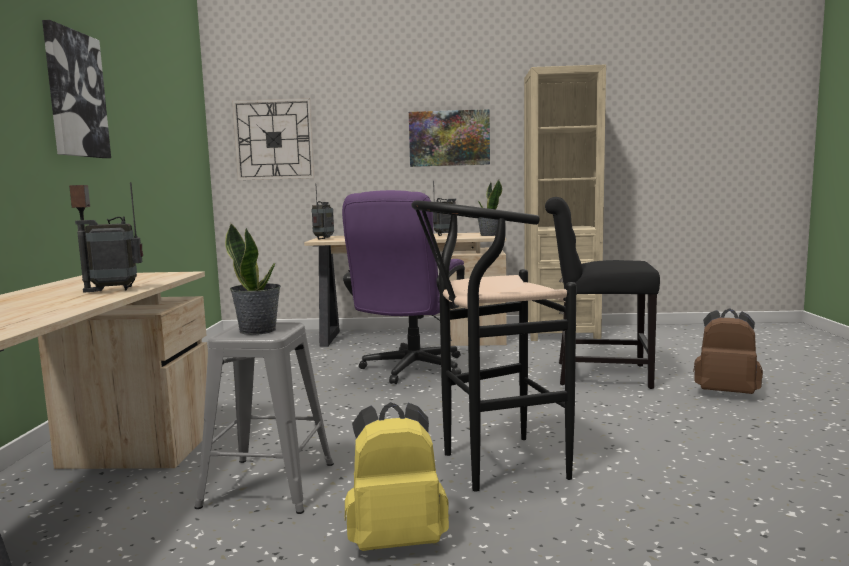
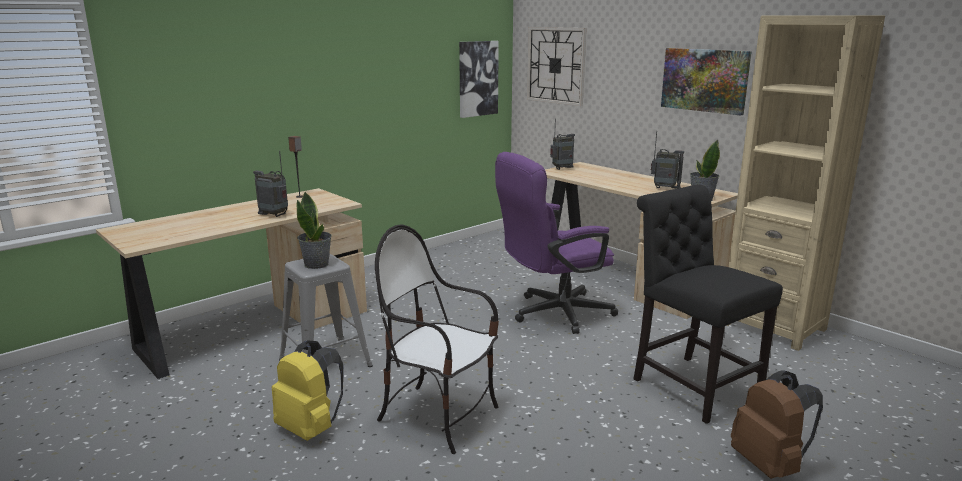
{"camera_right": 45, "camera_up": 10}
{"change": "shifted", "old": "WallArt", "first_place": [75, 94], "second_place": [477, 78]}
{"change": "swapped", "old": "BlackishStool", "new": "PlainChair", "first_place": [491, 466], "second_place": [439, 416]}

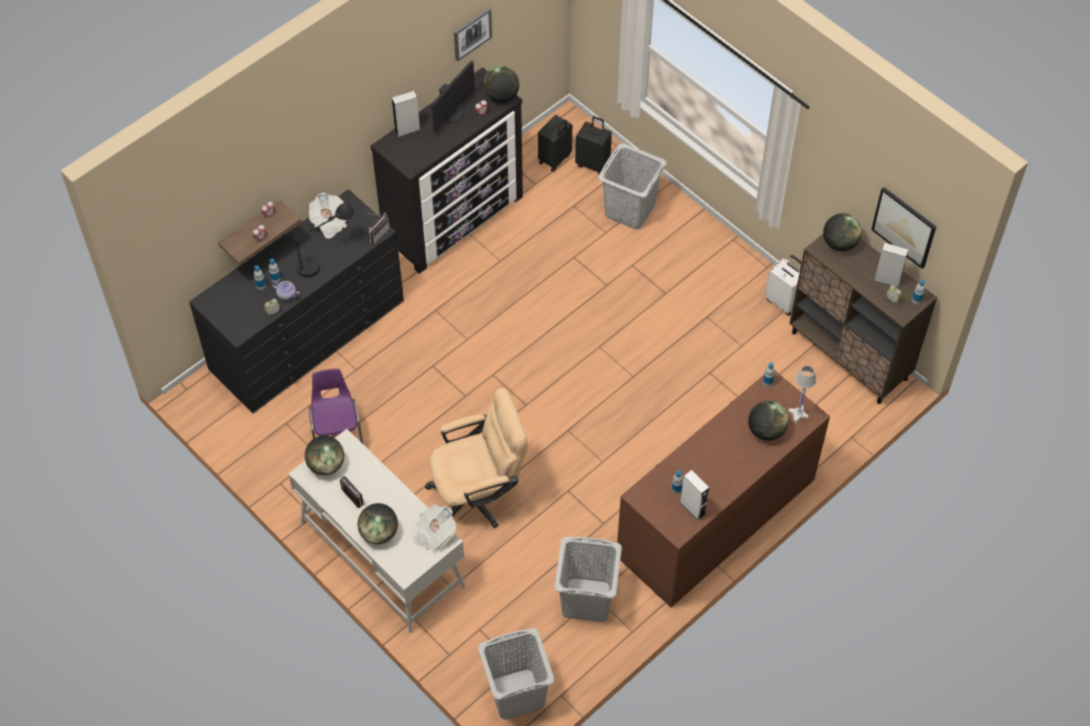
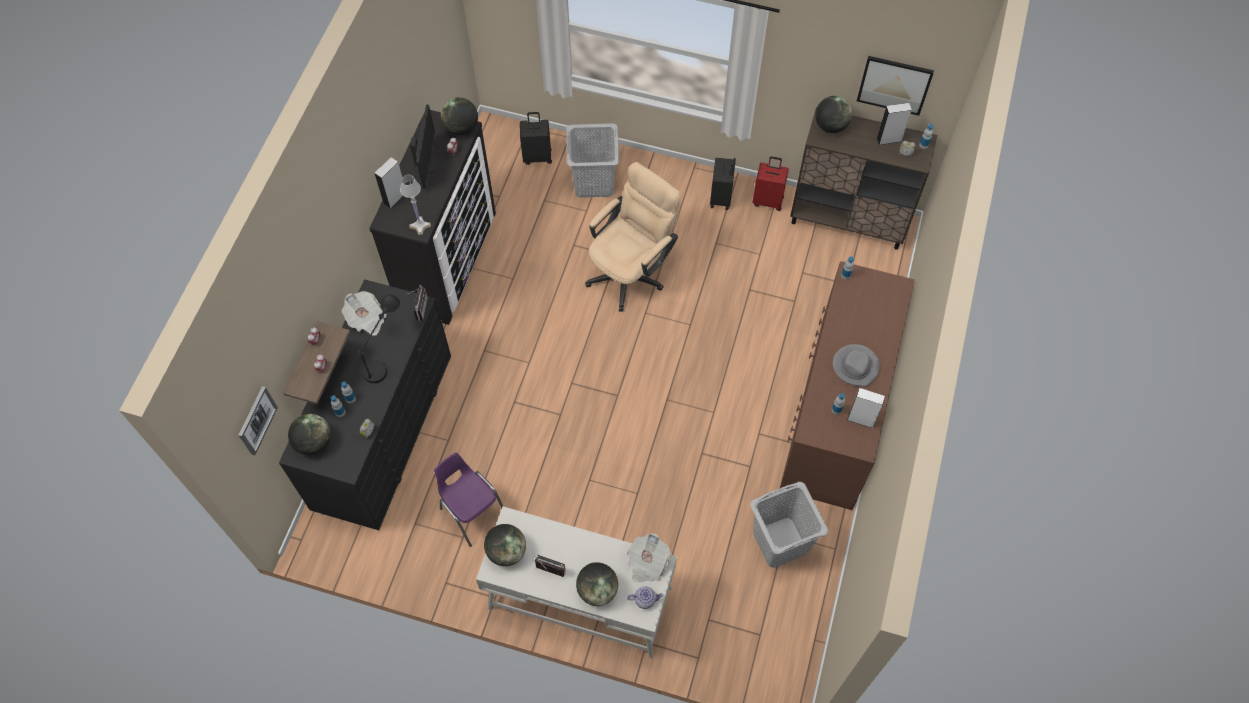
{"camera_right": -30, "camera_up": 5}
{"change": "shifted", "old": "TeaPot", "first_place": [287, 295], "second_place": [645, 599]}
{"change": "shifted", "old": "BeigeColouredOfficeChair", "first_place": [479, 494], "second_place": [631, 271]}
{"change": "shifted", "old": "WallArt", "first_place": [472, 33], "second_place": [256, 420]}
{"change": "gone", "old": "GreyishLaundryBasket", "first_place": [517, 693]}
{"change": "shifted", "old": "BlackishTravelCase", "first_place": [555, 159], "second_place": [721, 198]}
{"change": "shifted", "old": "WorldGlobe", "first_place": [766, 431], "second_place": [314, 442]}
{"change": "repainted", "old": "WhiteTravelCase", "new": "RedColouredTravelCase", "first_place": [783, 301], "second_place": [768, 200]}
{"change": "shifted", "old": "WhiteLampForATable", "first_place": [798, 414], "second_place": [420, 226]}
{"change": "new", "new": "GreyishWearableHat", "second_place": [855, 366]}

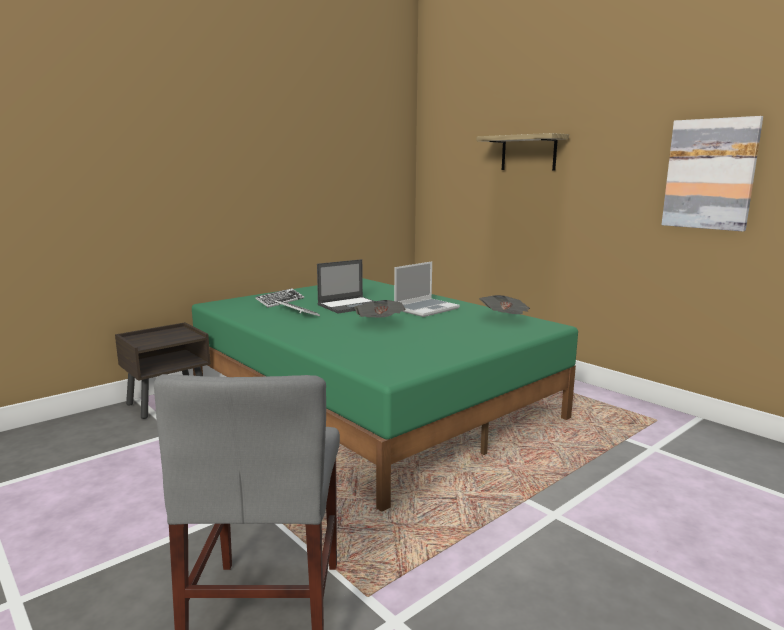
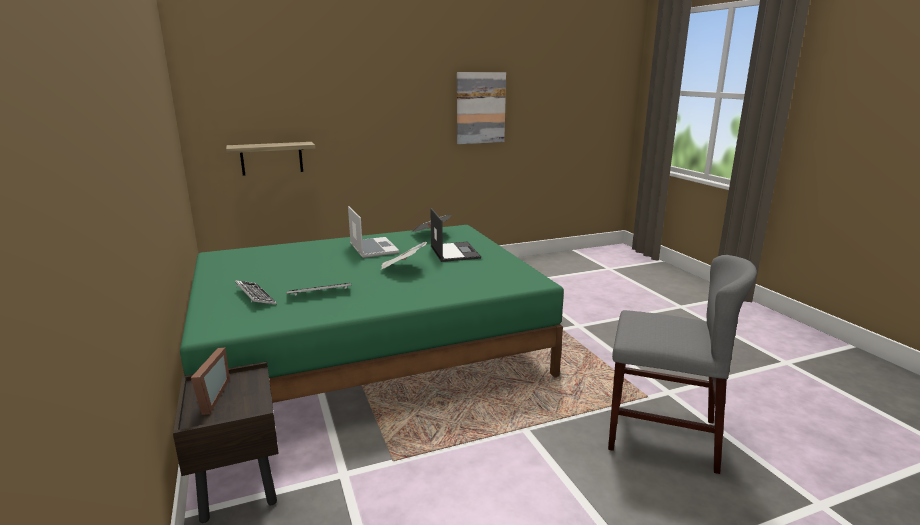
{"camera_right": -70, "camera_up": 5}
{"change": "shifted", "old": "PortableComputer", "first_place": [350, 305], "second_place": [454, 252]}
{"change": "shifted", "old": "BracketShelf", "first_place": [528, 153], "second_place": [271, 158]}
{"change": "new", "new": "PhotoFrame", "second_place": [208, 398]}

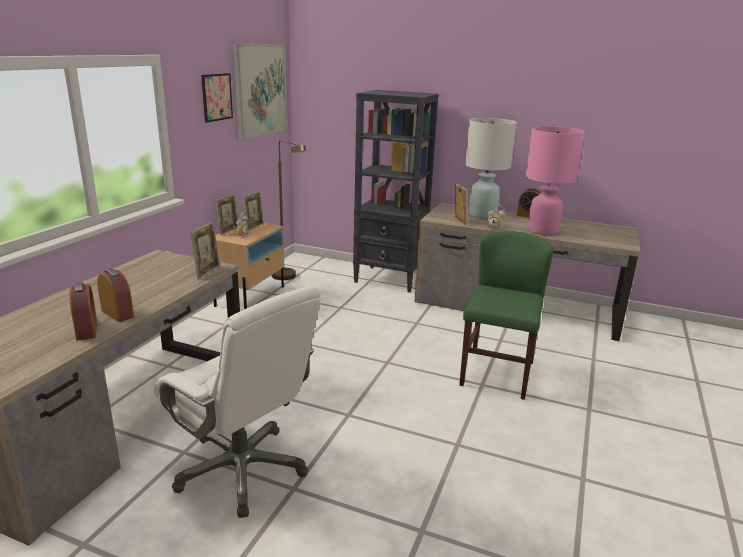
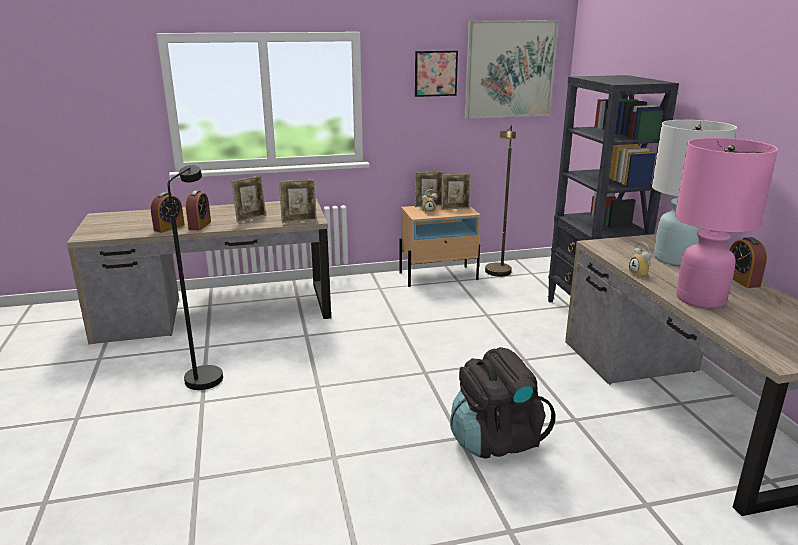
{"camera_right": 55, "camera_up": 0}
{"change": "swapped", "old": "WhiteOfficeChair", "new": "BlackishFloorLamp", "first_place": [242, 469], "second_place": [206, 374]}
{"change": "shifted", "old": "PhotoFrame", "first_place": [459, 221], "second_place": [251, 218]}
{"change": "swapped", "old": "GreenPlainChair", "new": "BlackishRucksack", "first_place": [497, 373], "second_place": [495, 440]}

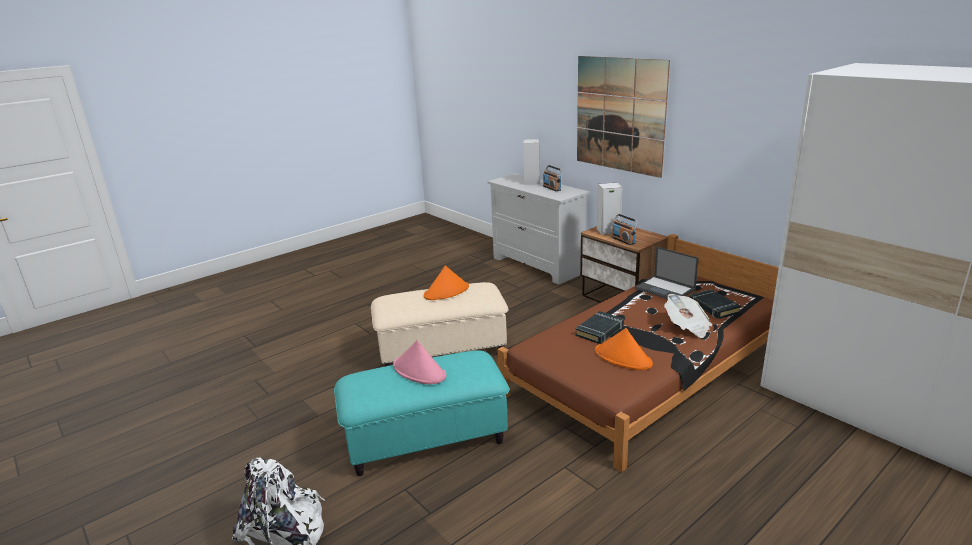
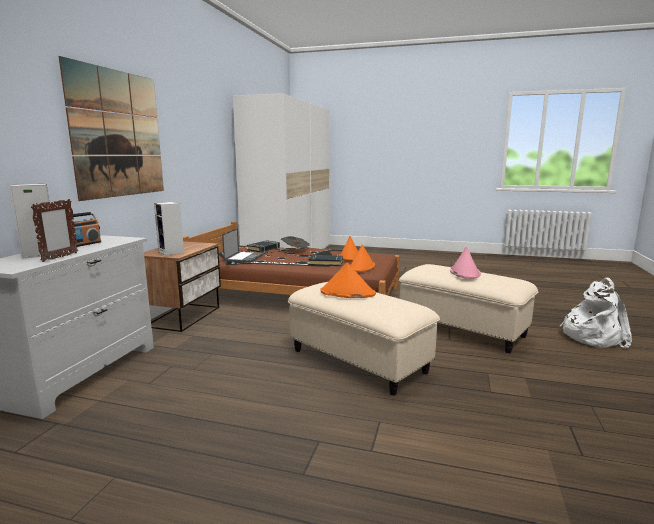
{"camera_right": -125, "camera_up": -10}
{"change": "repainted", "old": "BlueGreenOttoman", "new": "BeigeColouredOttoman", "first_place": [425, 440], "second_place": [462, 330]}
{"change": "gone", "old": "RadioReceiver", "first_place": [623, 240]}
{"change": "new", "new": "PhotoFrame", "second_place": [60, 257]}
{"change": "new", "new": "OrangeWearableHat", "second_place": [361, 267]}

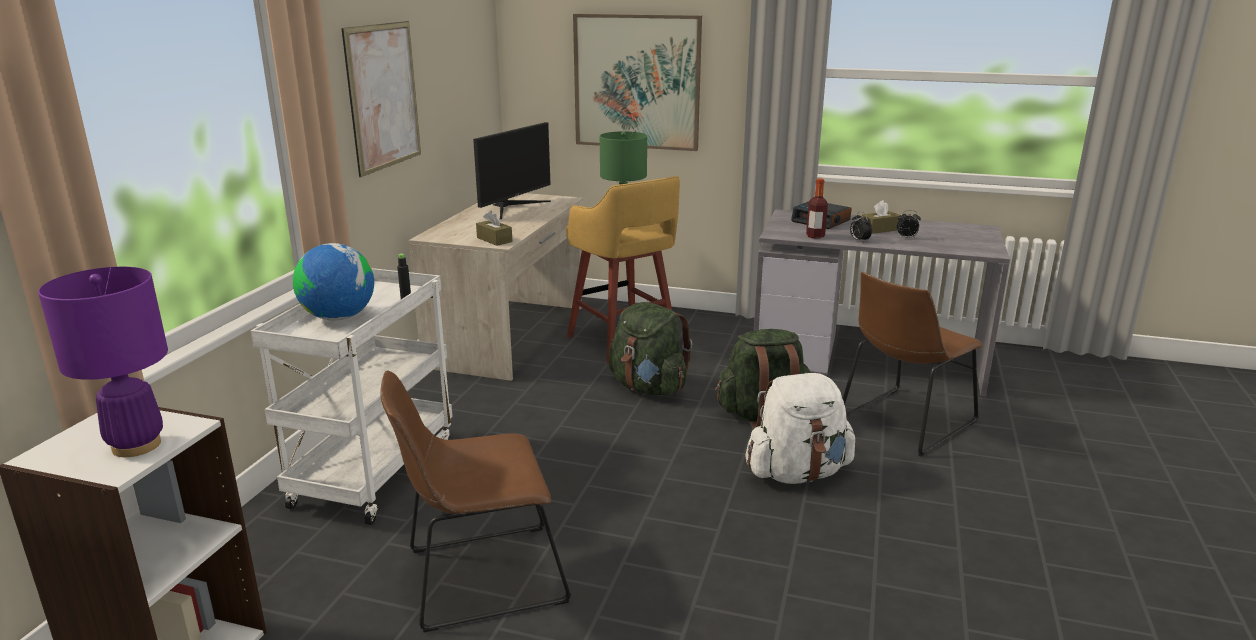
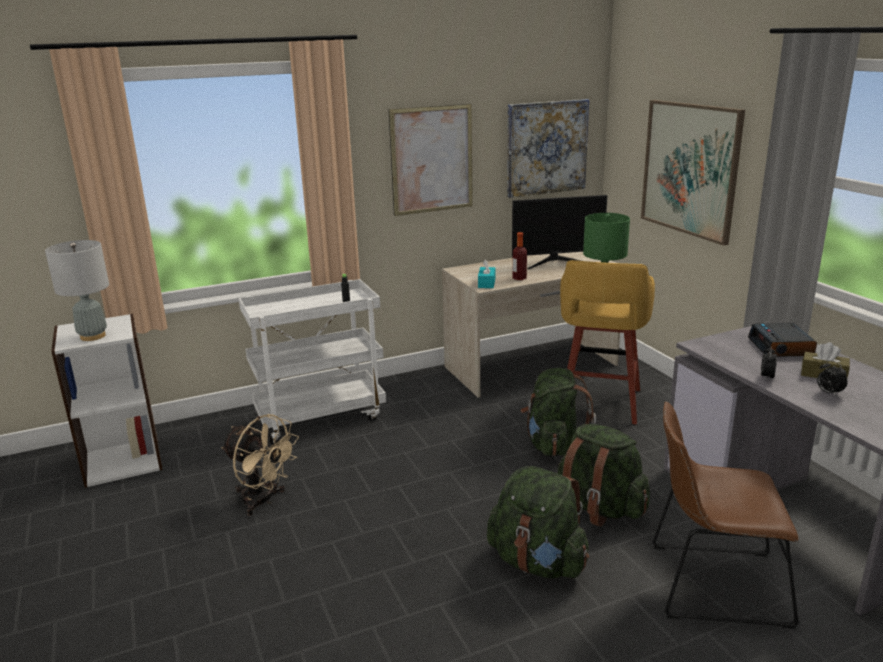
{"camera_right": 50, "camera_up": 0}
{"change": "repainted", "old": "PurpleLampForATable", "new": "GreyishLampForATable", "first_place": [137, 445], "second_place": [93, 336]}
{"change": "gone", "old": "WorldGlobe", "first_place": [339, 317]}
{"change": "swapped", "old": "BrownPlainChair", "new": "BeigeColouredElectricFan", "first_place": [478, 577], "second_place": [263, 501]}
{"change": "repainted", "old": "BrownTissueHolder", "new": "BlueGreenTissueHolder", "first_place": [494, 240], "second_place": [486, 283]}
{"change": "repainted", "old": "WhiteRucksack", "new": "GreenRucksack", "first_place": [797, 473], "second_place": [538, 562]}
{"change": "shifted", "old": "DrinkBottle", "first_place": [815, 236], "second_place": [519, 278]}
{"change": "new", "new": "WallArt", "second_place": [546, 147]}

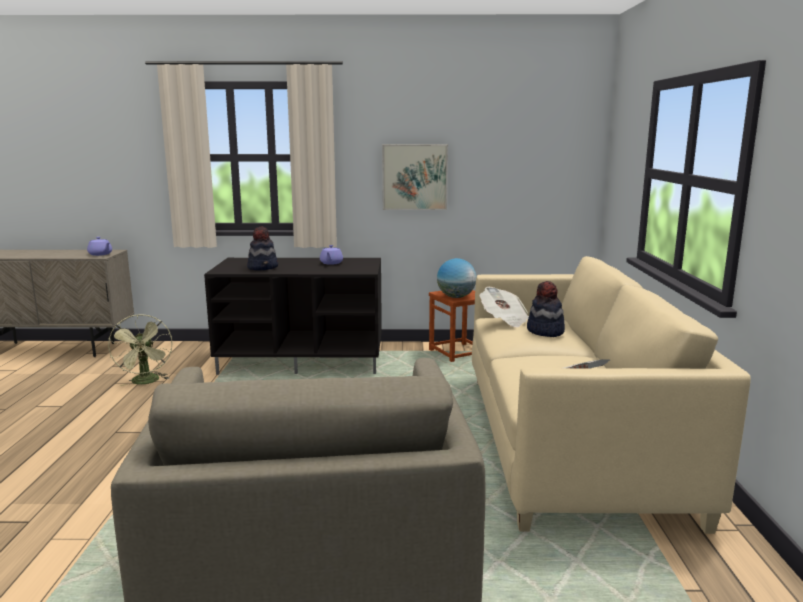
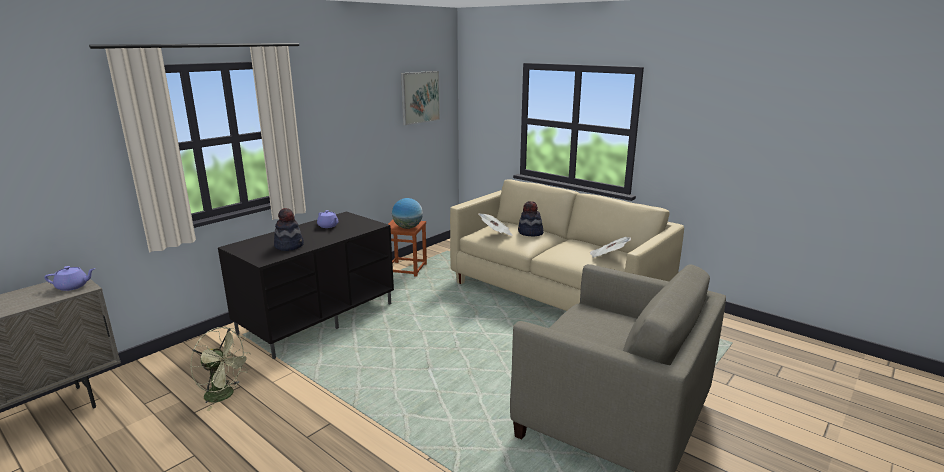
{"camera_right": -50, "camera_up": 5}
{"change": "shifted", "old": "WallArt", "first_place": [414, 177], "second_place": [420, 97]}

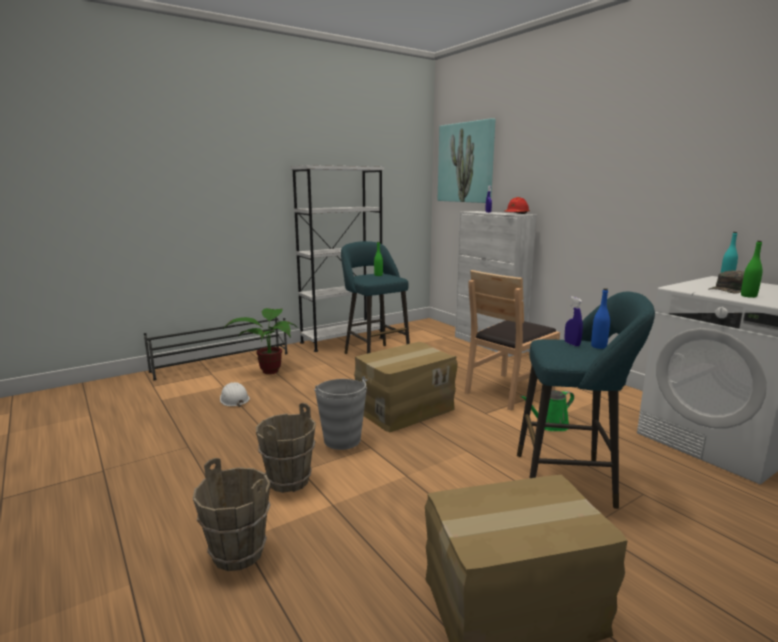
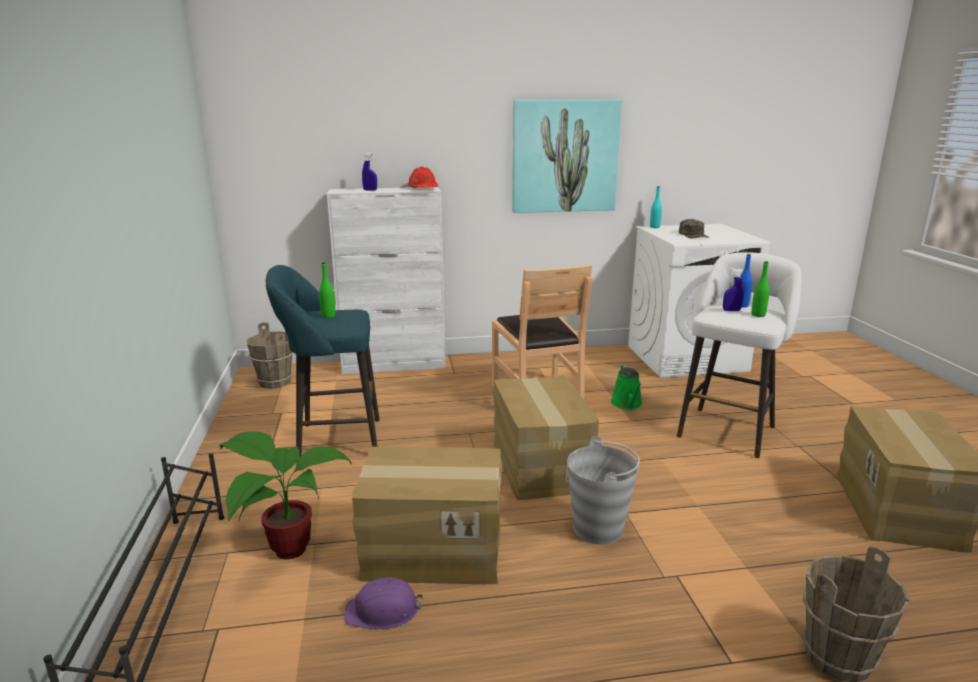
{"camera_right": -65, "camera_up": 5}
{"change": "repainted", "old": "WhiteHardHat", "new": "PurpleHardHat", "first_place": [234, 399], "second_place": [383, 611]}
{"change": "shifted", "old": "BrownPail", "first_place": [288, 481], "second_place": [274, 382]}
{"change": "gone", "old": "WhiteBookcase", "first_place": [342, 340]}
{"change": "shifted", "old": "WallArt", "first_place": [466, 163], "second_place": [564, 156]}
{"change": "repainted", "old": "BlueGreenStool", "new": "WhiteStool", "first_place": [570, 480], "second_place": [728, 429]}
{"change": "shifted", "old": "GreenDrinkBottle", "first_place": [748, 296], "second_place": [758, 315]}
{"change": "new", "new": "PackingBox", "second_place": [433, 549]}

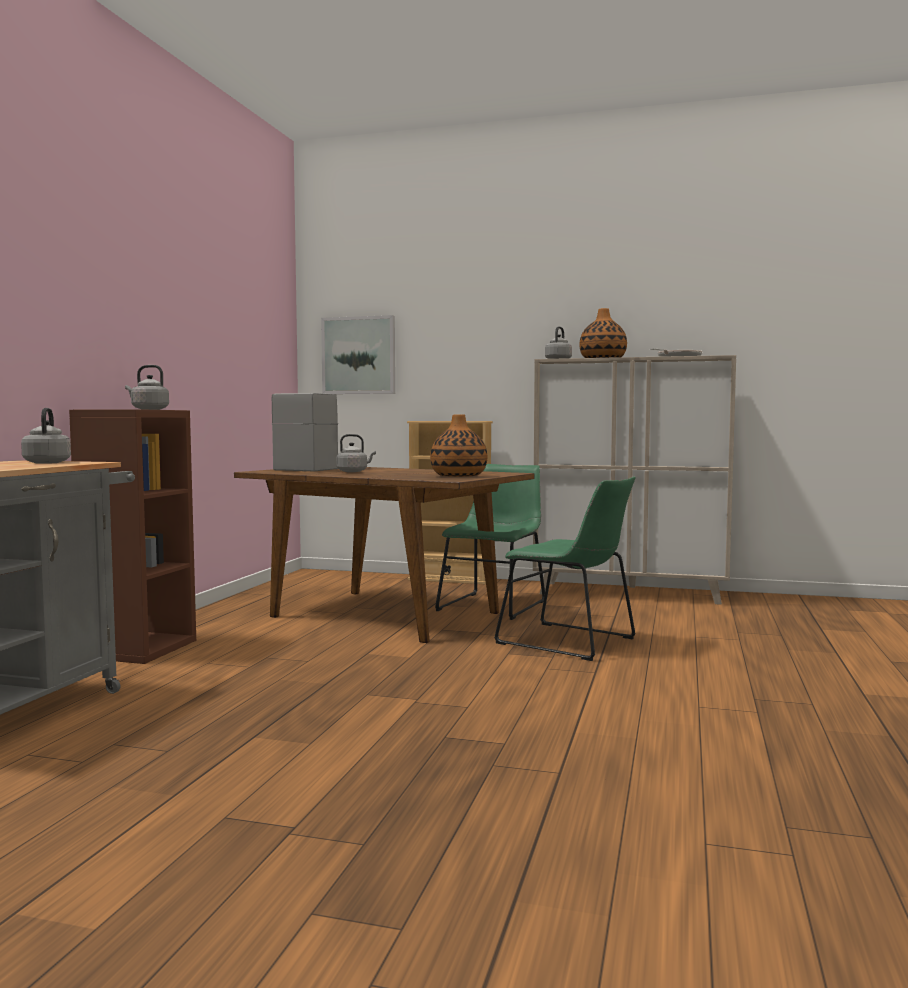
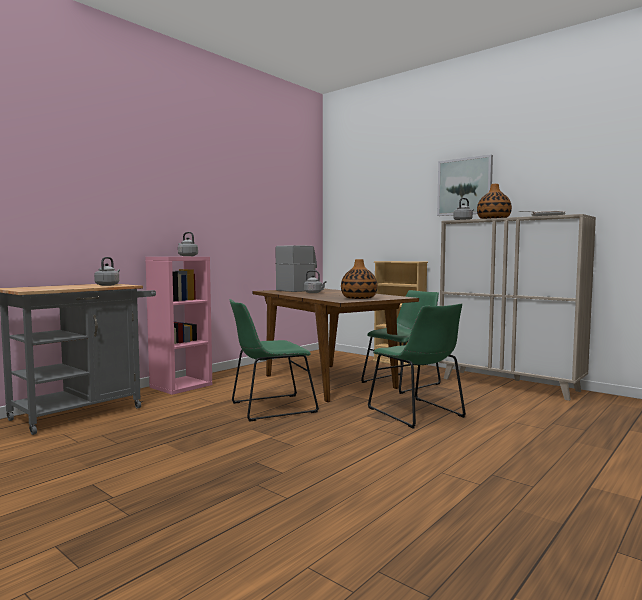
{"camera_right": 25, "camera_up": 0}
{"change": "repainted", "old": "BrownBookcase", "new": "PinkishBookcase", "first_place": [139, 648], "second_place": [181, 386]}
{"change": "shifted", "old": "WallArt", "first_place": [359, 355], "second_place": [464, 186]}
{"change": "new", "new": "GreenPlainChair", "second_place": [269, 408]}

